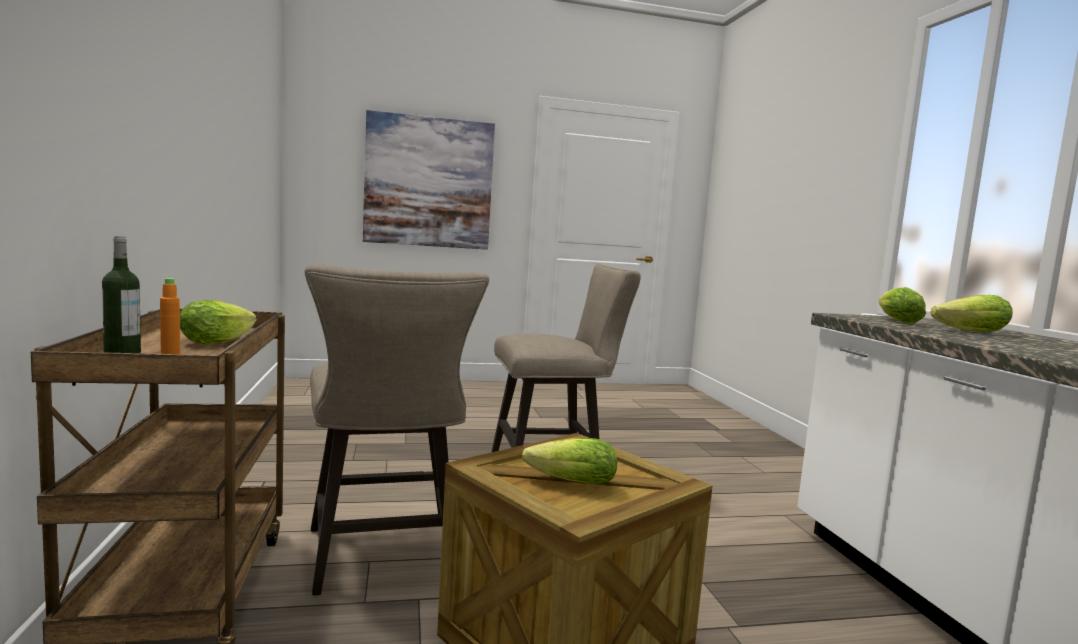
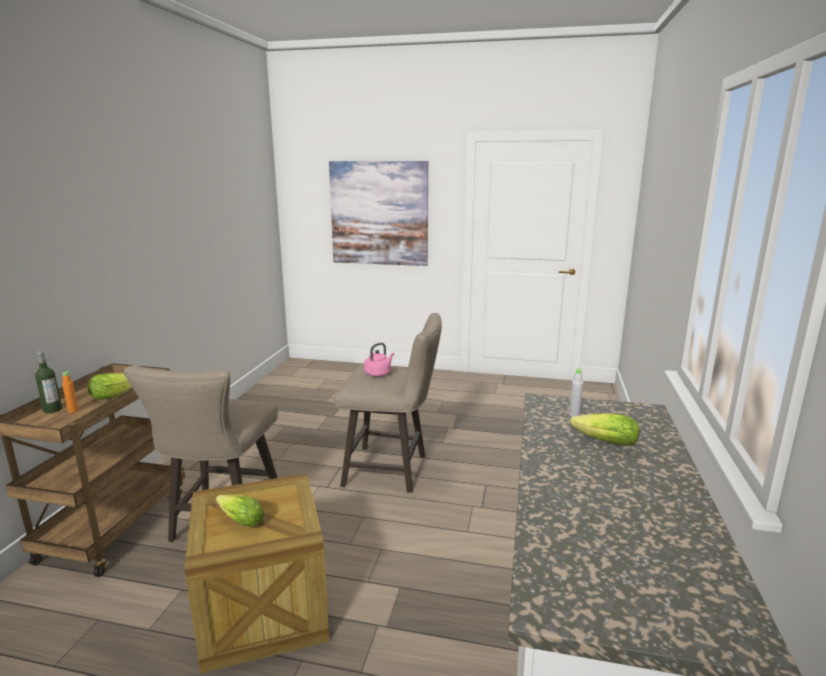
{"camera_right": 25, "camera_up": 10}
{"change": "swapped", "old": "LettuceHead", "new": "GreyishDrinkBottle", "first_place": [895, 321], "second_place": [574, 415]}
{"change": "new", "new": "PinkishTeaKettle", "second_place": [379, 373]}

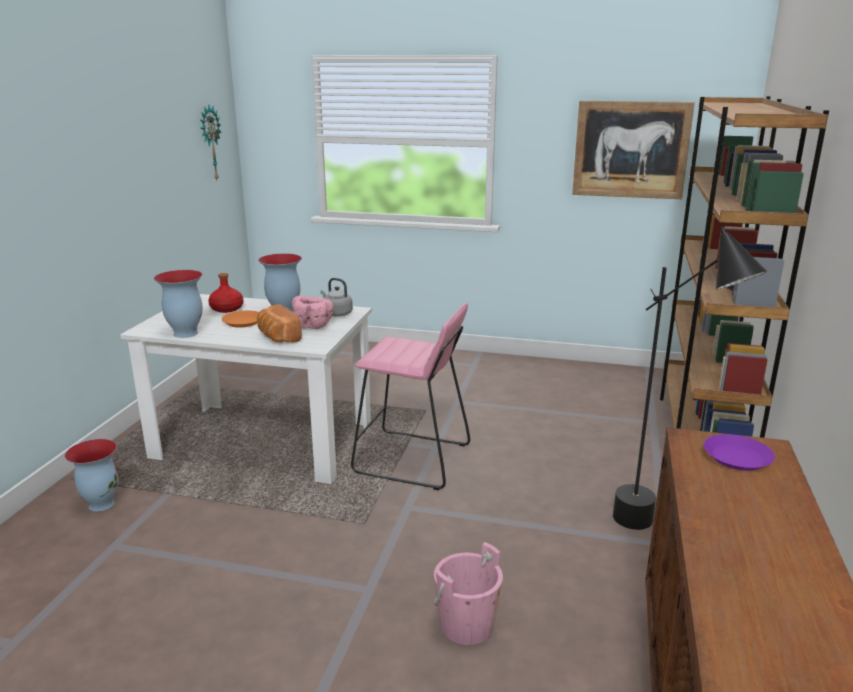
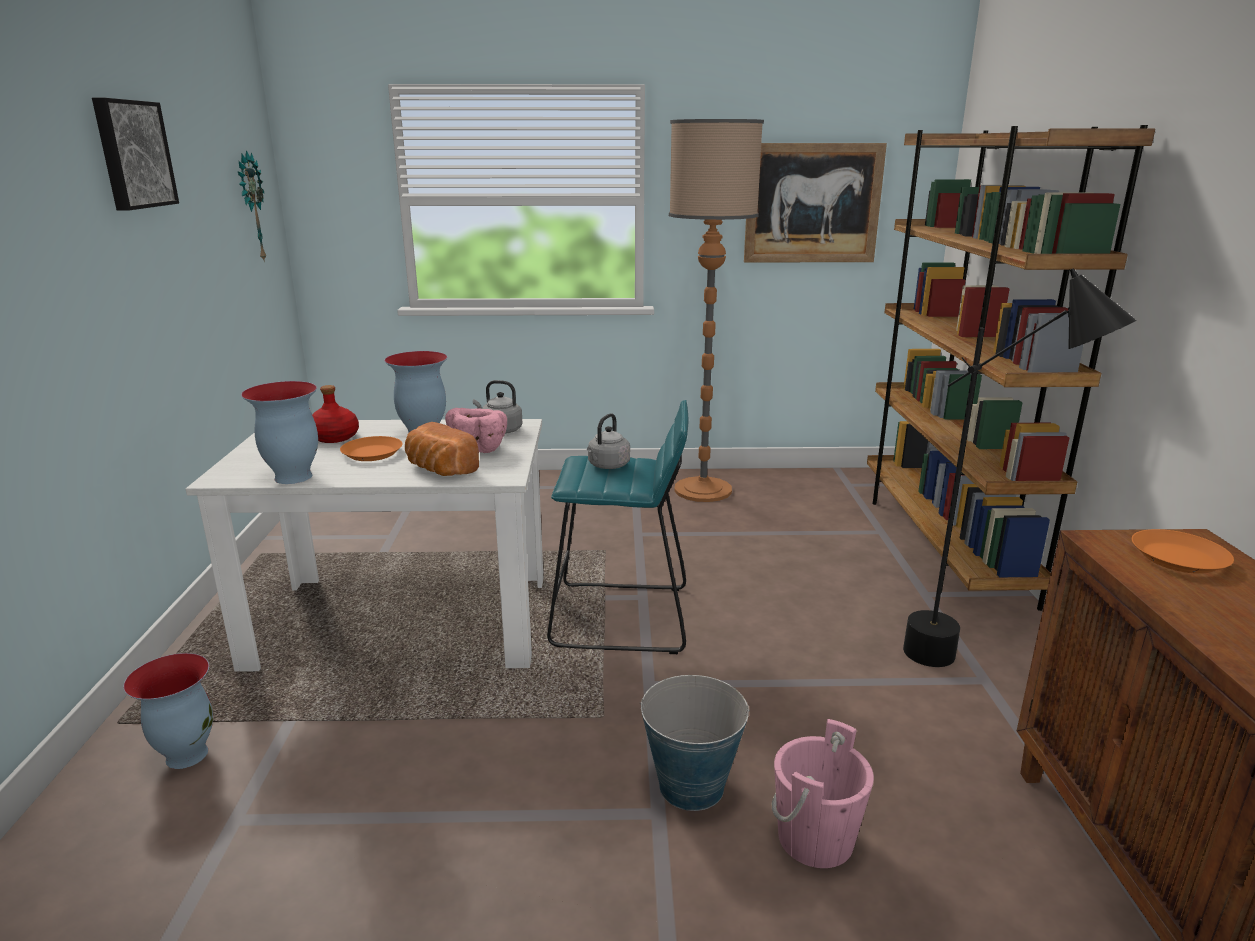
{"camera_right": -15, "camera_up": 0}
{"change": "repainted", "old": "PinkishStool", "new": "BlueGreenStool", "first_place": [412, 459], "second_place": [621, 618]}
{"change": "repainted", "old": "PurpleFlatDish", "new": "OrangeFlatDish", "first_place": [736, 457], "second_place": [1177, 558]}
{"change": "new", "new": "WallArt", "second_place": [132, 154]}
{"change": "new", "new": "GreyishTeaKettle", "second_place": [607, 466]}
{"change": "new", "new": "Pail", "second_place": [690, 786]}
{"change": "new", "new": "FloorLamp", "second_place": [703, 490]}

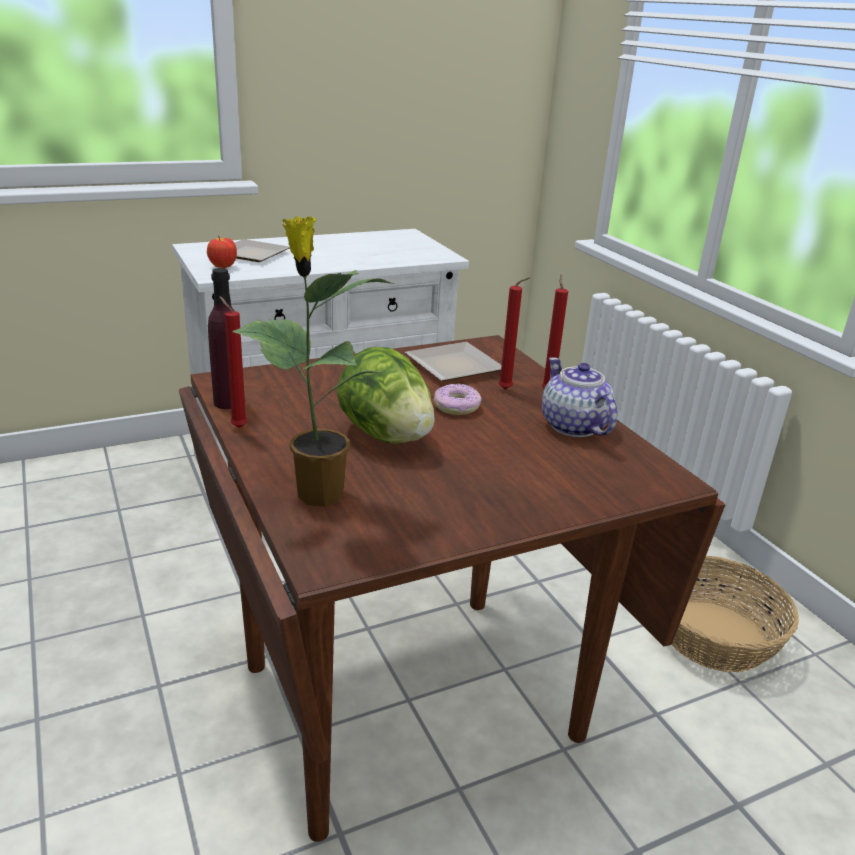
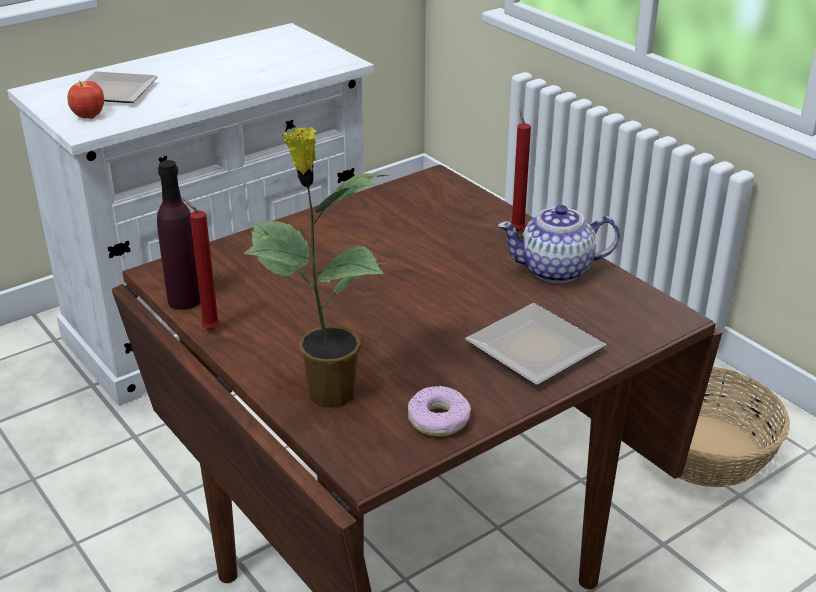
{"camera_right": -10, "camera_up": 5}
{"change": "gone", "old": "LettuceHead", "first_place": [385, 435]}
{"change": "shifted", "old": "FlatDish", "first_place": [453, 368], "second_place": [534, 352]}
{"change": "shifted", "old": "Doughnut", "first_place": [457, 406], "second_place": [439, 419]}
{"change": "gone", "old": "RedColouredWaxLight", "first_place": [507, 390]}
{"change": "rotated", "old": "TeaPot", "first_place": [573, 427], "second_place": [557, 270], "degrees": -60}

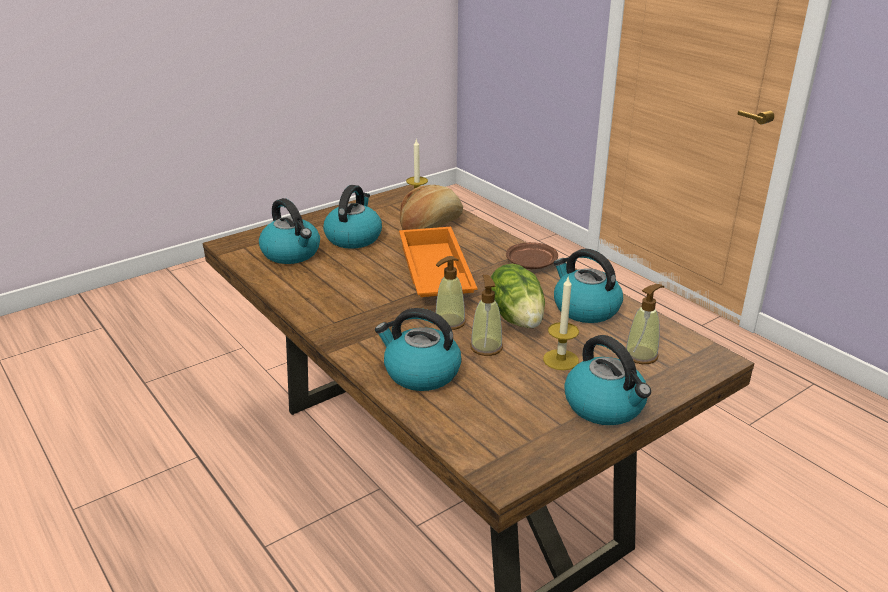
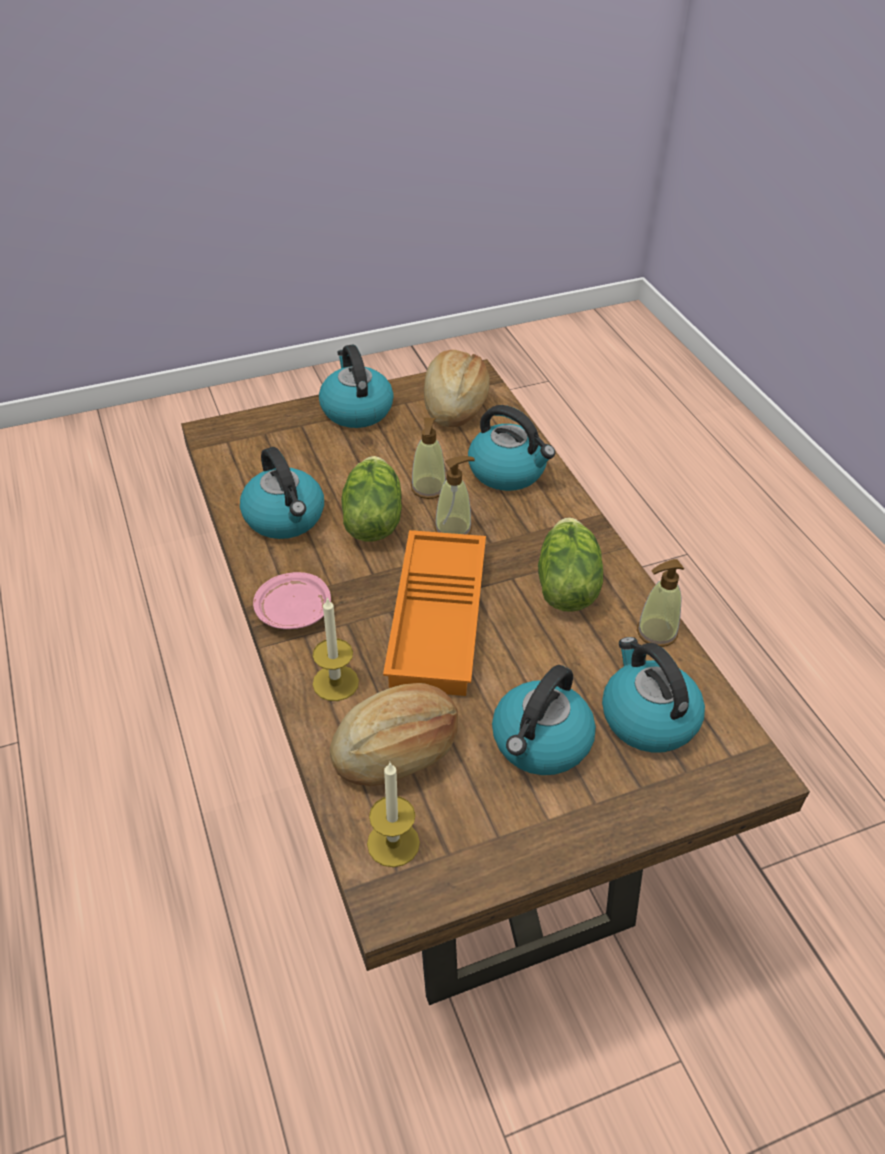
{"camera_right": -165, "camera_up": 15}
{"change": "repainted", "old": "BrownFlatDish", "new": "PinkishFlatDish", "first_place": [531, 263], "second_place": [293, 611]}
{"change": "shifted", "old": "WaxLight", "first_place": [560, 360], "second_place": [335, 683]}
{"change": "shifted", "old": "SoapDispenser", "first_place": [641, 355], "second_place": [656, 632]}
{"change": "new", "new": "Bread", "second_place": [453, 404]}
{"change": "new", "new": "LettuceHead", "second_place": [565, 586]}

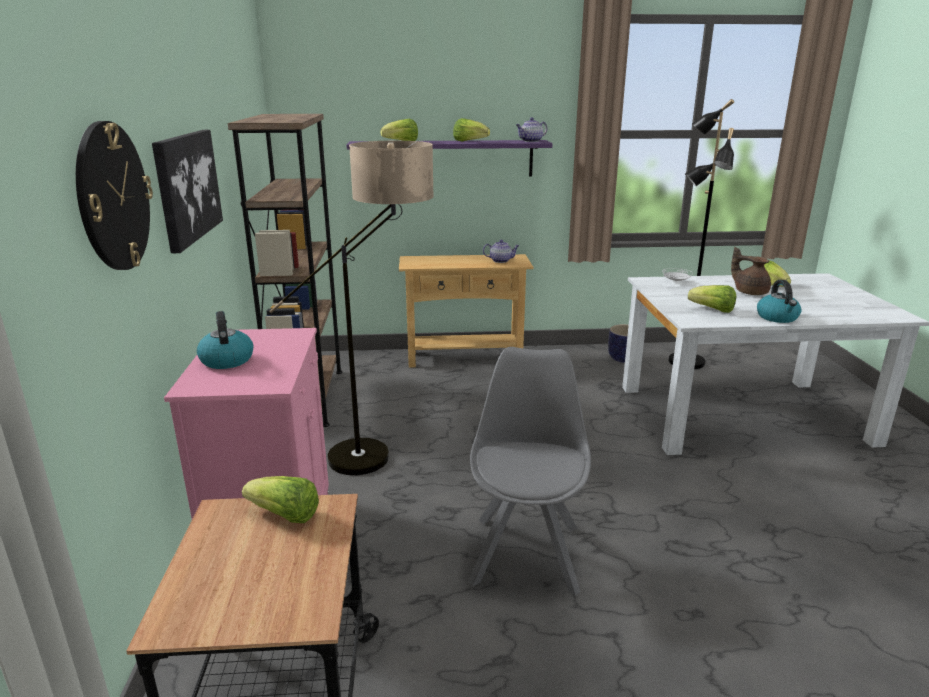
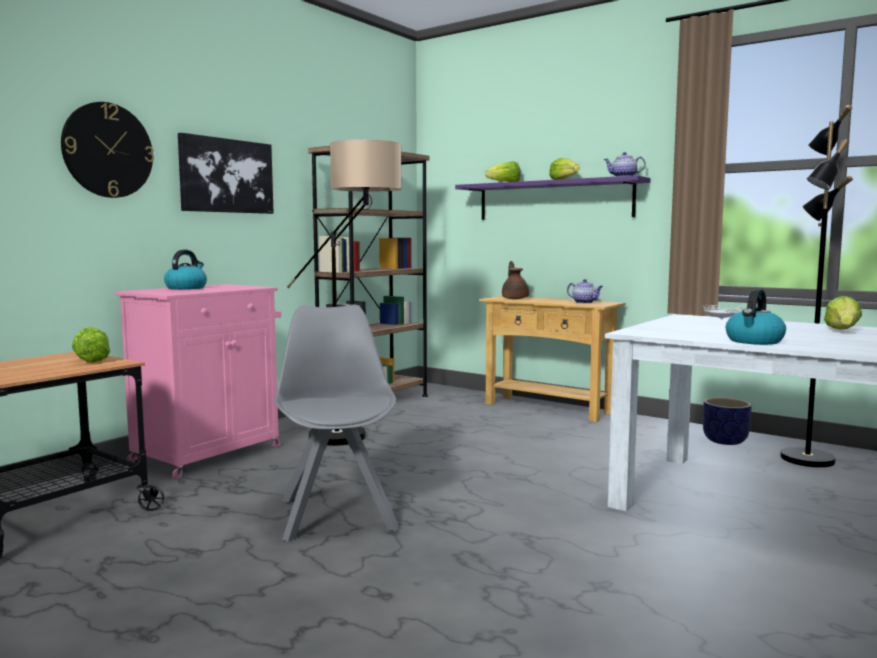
{"camera_right": 40, "camera_up": -15}
{"change": "rotated", "old": "GreyishPlainChair", "first_place": [526, 551], "second_place": [337, 513], "degrees": -60}
{"change": "gone", "old": "LettuceHead", "first_place": [712, 310]}
{"change": "shifted", "old": "BrownTeaPot", "first_place": [749, 292], "second_place": [515, 298]}

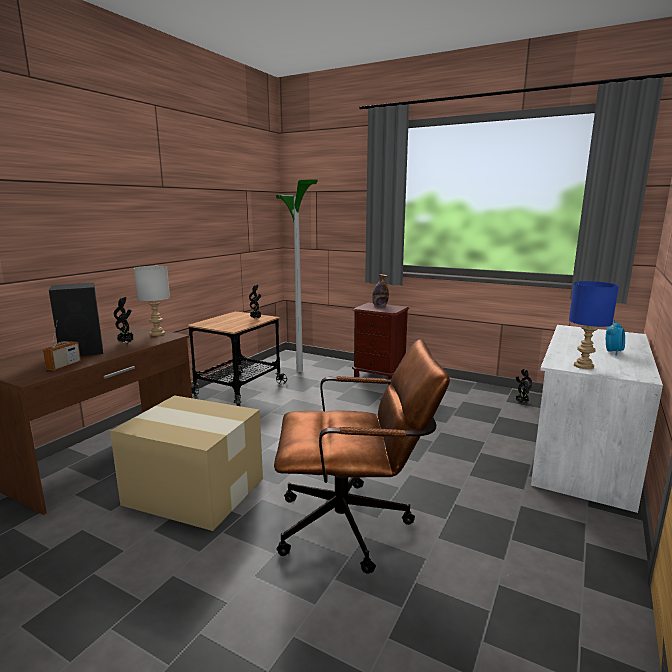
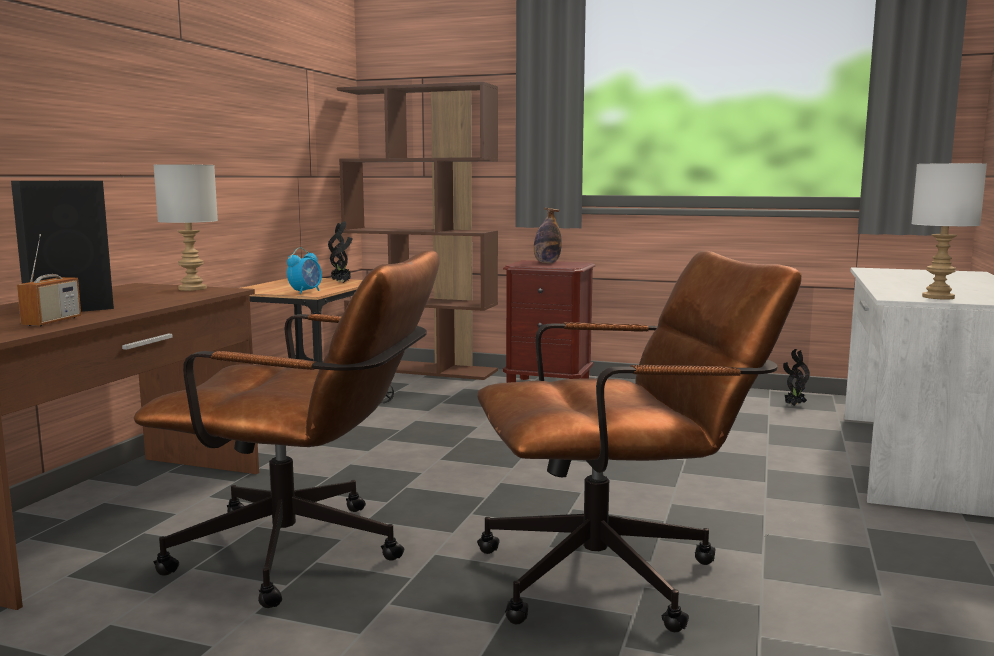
{"camera_right": -10, "camera_up": -5}
{"change": "swapped", "old": "PackingBox", "new": "BrownOfficeChair", "first_place": [195, 492], "second_place": [307, 554]}
{"change": "gone", "old": "PottedPlant", "first_place": [126, 343]}
{"change": "gone", "old": "FloorLamp", "first_place": [300, 370]}
{"change": "repainted", "old": "BlueLampForATable", "new": "WhiteLampForATable", "first_place": [584, 366], "second_place": [939, 297]}
{"change": "shifted", "old": "TableClock", "first_place": [613, 352], "second_place": [306, 292]}
{"change": "new", "new": "BrownBookcase", "second_place": [423, 369]}

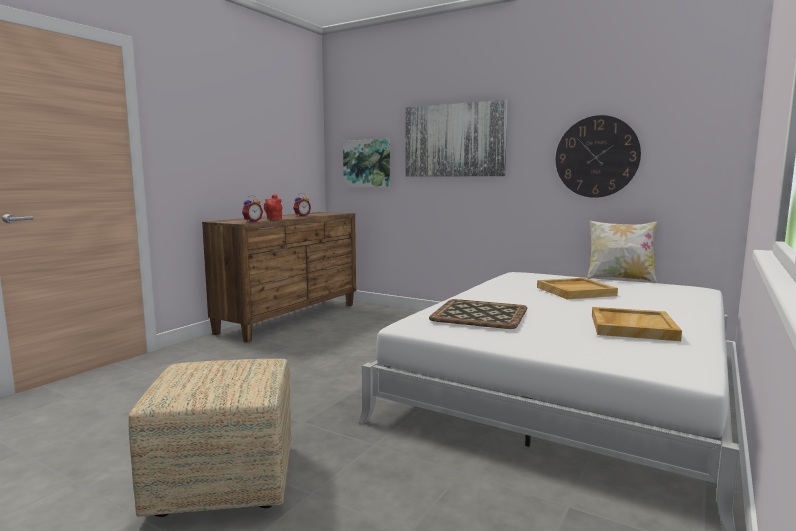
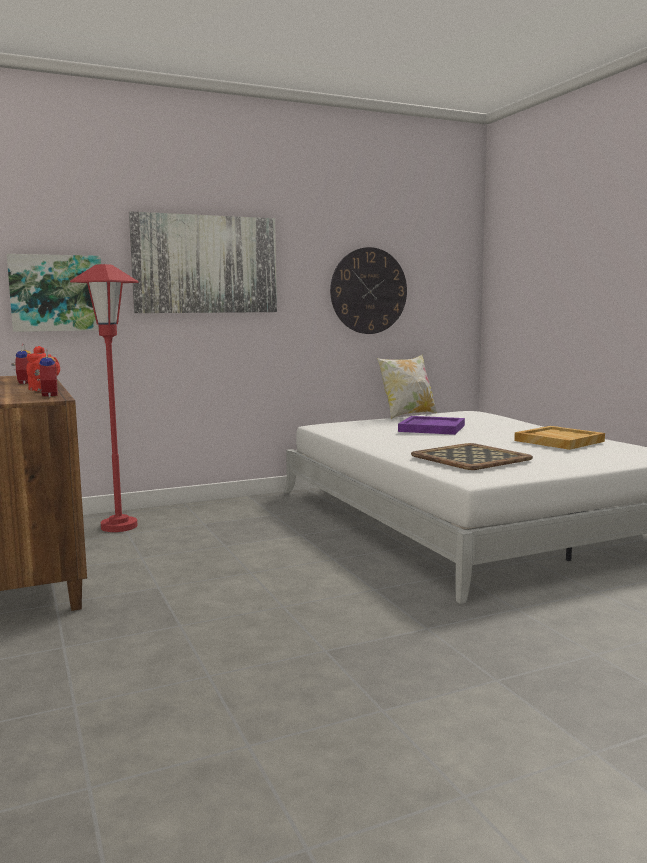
{"camera_right": -55, "camera_up": 0}
{"change": "gone", "old": "Ottoman", "first_place": [222, 481]}
{"change": "repainted", "old": "BeigeColouredTray", "new": "PurpleTray", "first_place": [575, 291], "second_place": [431, 428]}
{"change": "new", "new": "RedColouredFloorLamp", "second_place": [119, 526]}

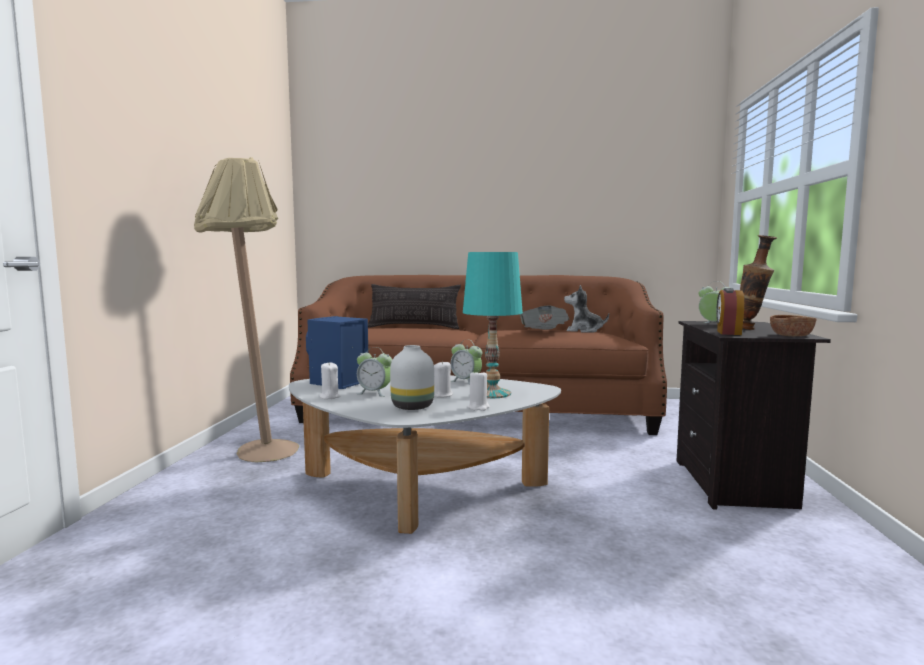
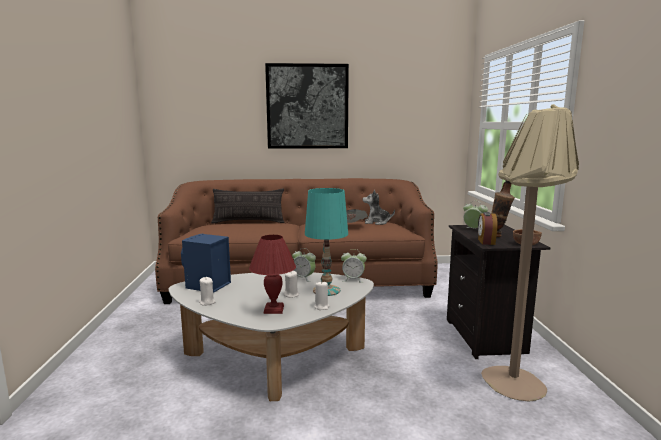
{"camera_right": -10, "camera_up": 5}
{"change": "shifted", "old": "BeigeColouredFloorLamp", "first_place": [255, 456], "second_place": [513, 391]}
{"change": "shifted", "old": "TableClock", "first_place": [374, 393], "second_place": [353, 279]}
{"change": "swapped", "old": "WhiteDecorativeVase", "new": "RedColouredLampForATable", "first_place": [411, 407], "second_place": [273, 310]}
{"change": "new", "new": "WallArt", "second_place": [307, 106]}

